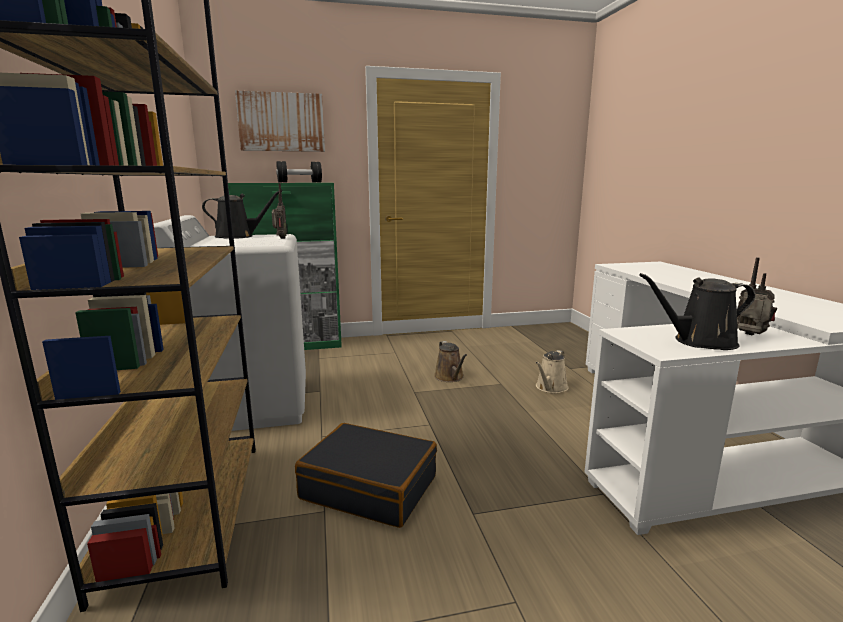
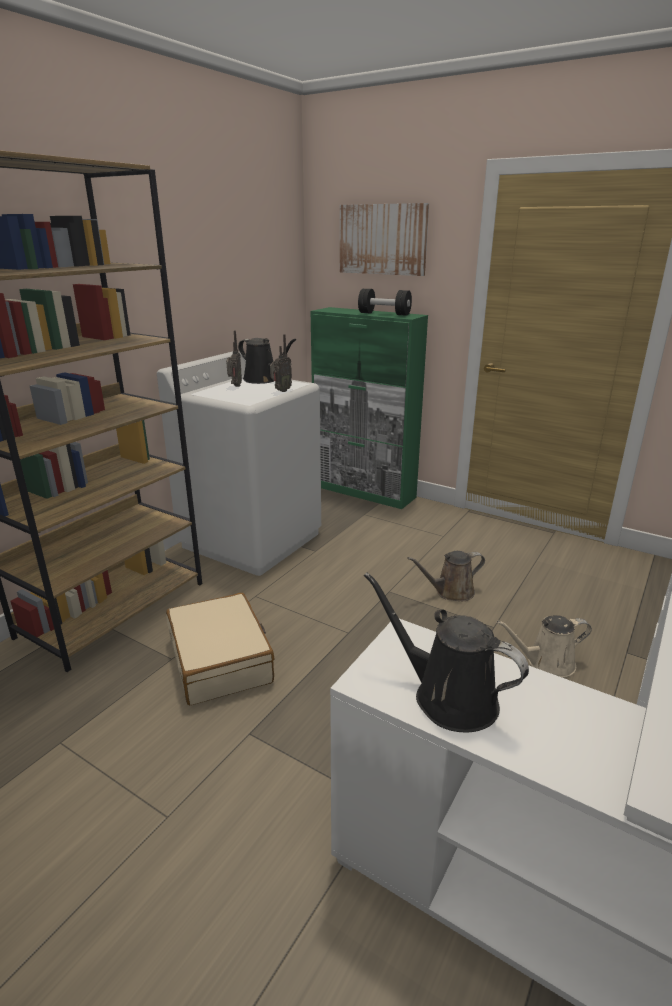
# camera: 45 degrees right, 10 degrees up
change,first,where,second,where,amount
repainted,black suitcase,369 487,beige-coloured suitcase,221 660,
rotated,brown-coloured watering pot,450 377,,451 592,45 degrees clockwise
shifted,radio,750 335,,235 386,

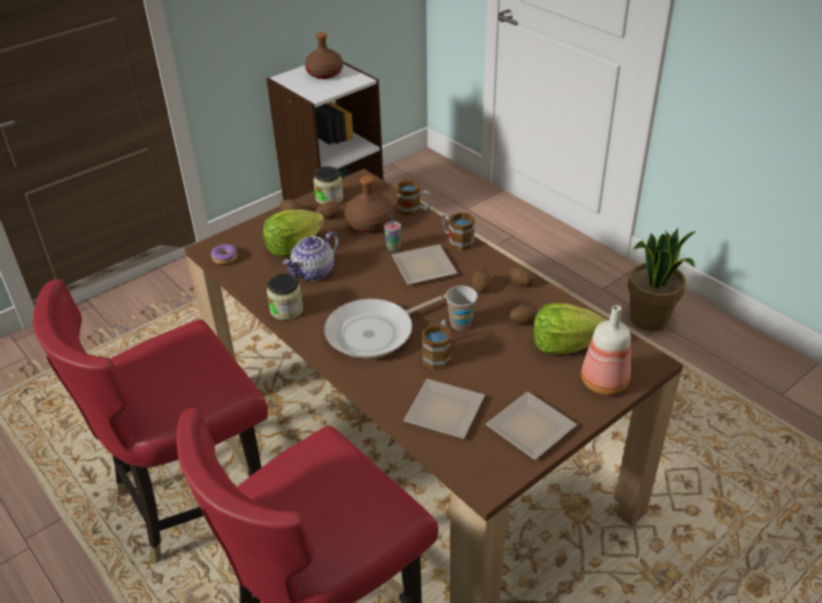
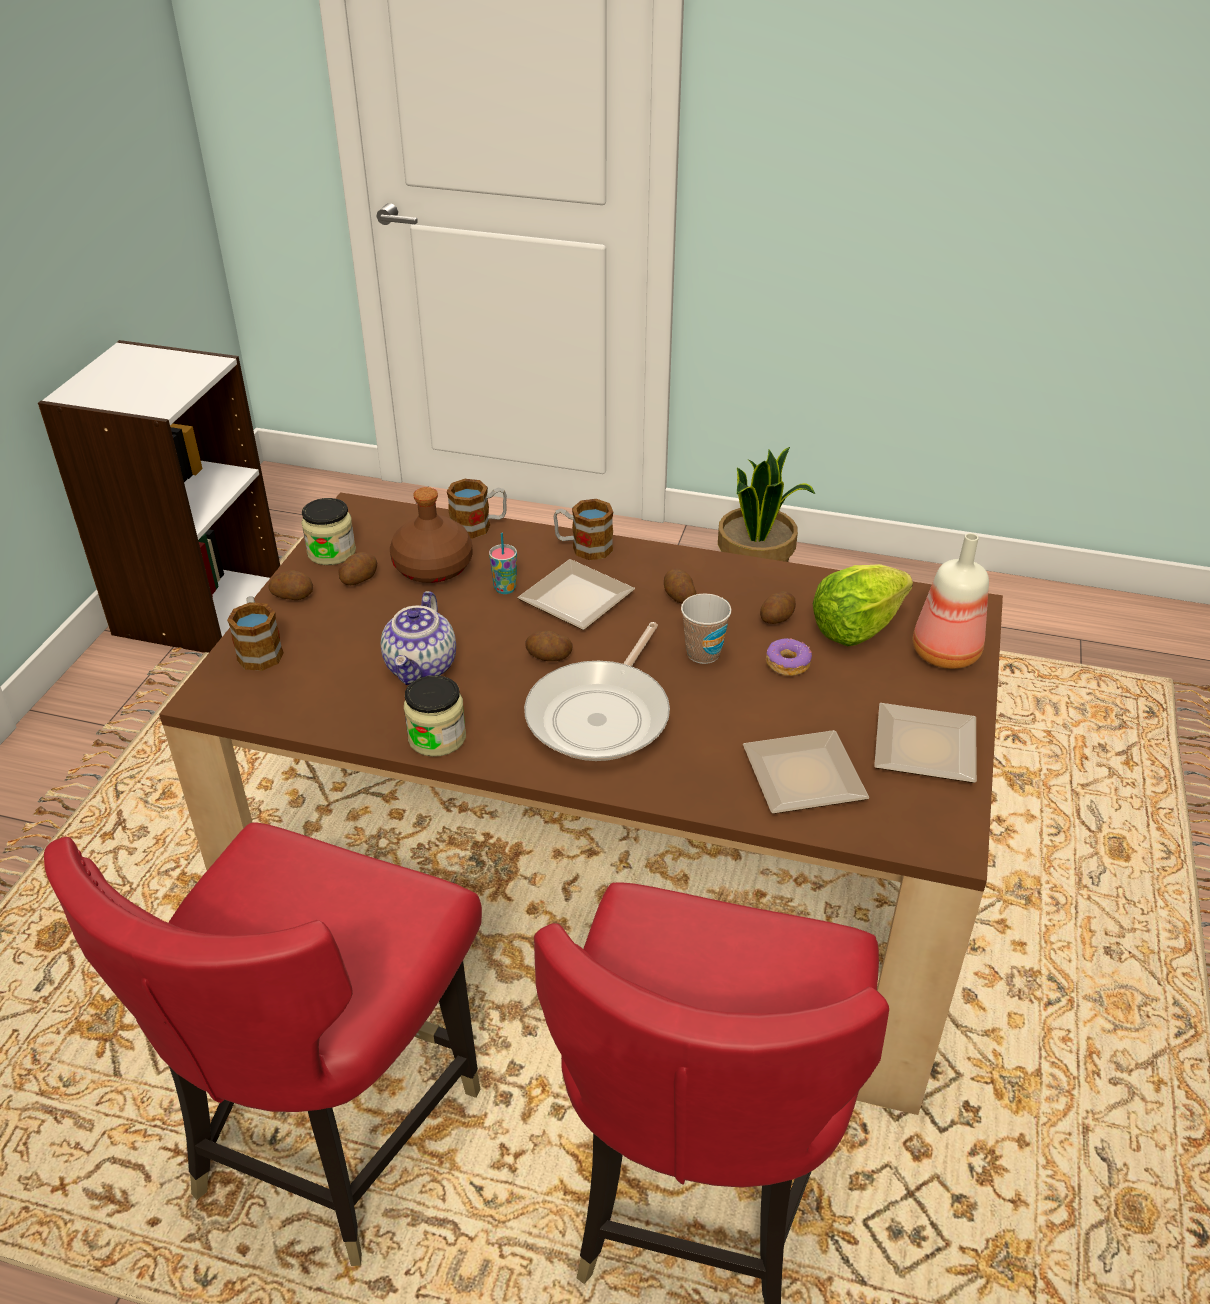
# camera: 35 degrees left, 0 degrees up
change,first,where,second,where,amount
shifted,donut,225 258,,787 663,
gone,lettuce head,293 247,,,
gone,brown-coloured beverage bottle,325 73,,,
shifted,mug,439 355,,259 650,
shifted,spud,520 283,,548 657,

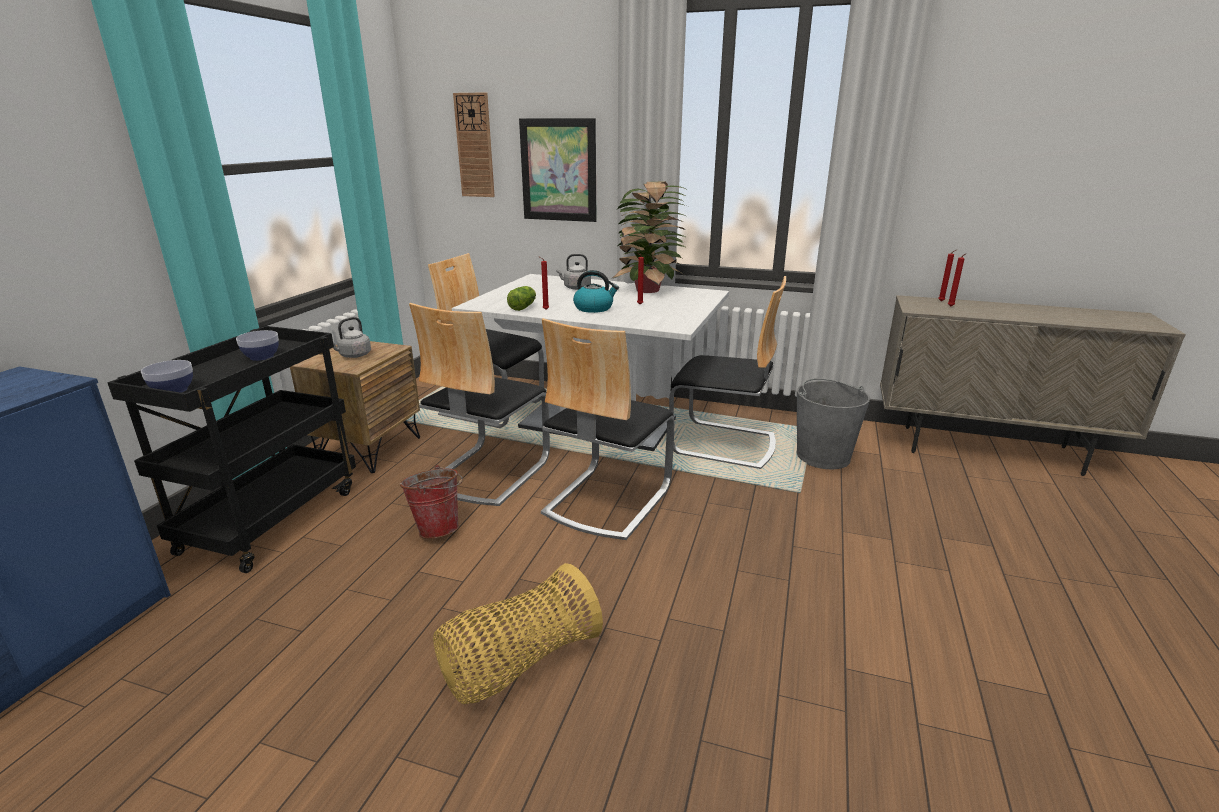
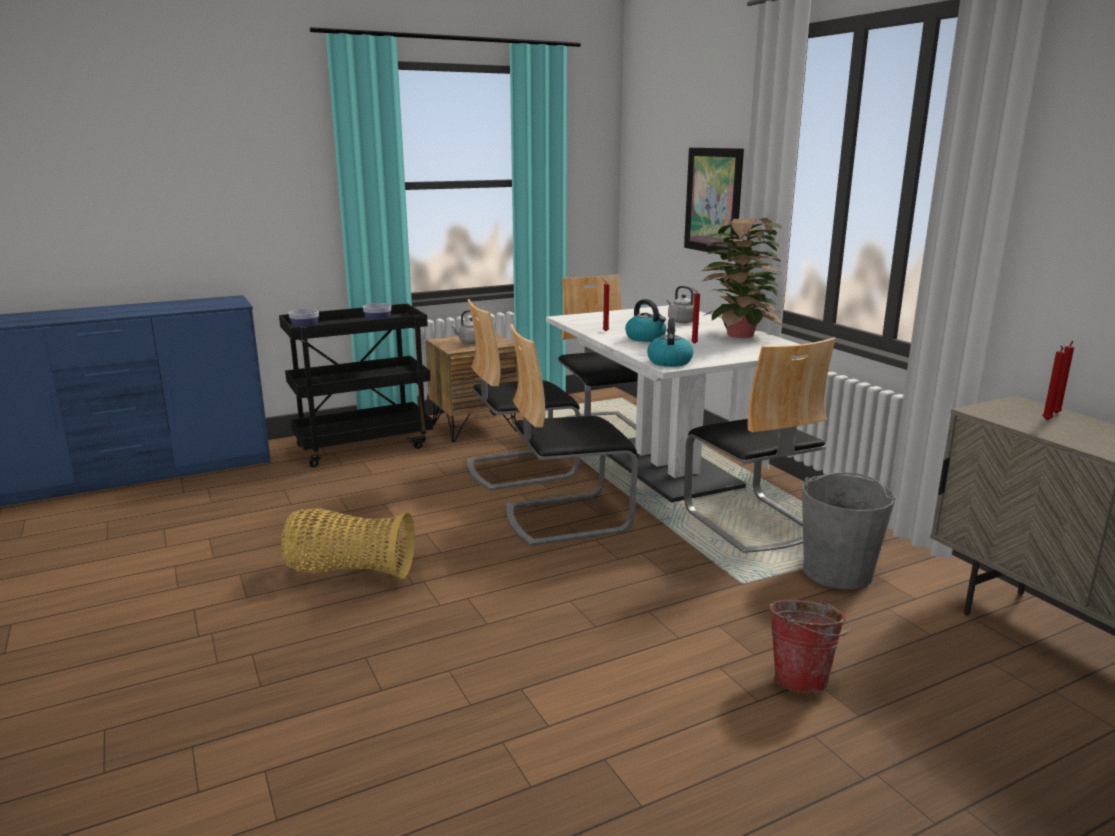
# camera: 45 degrees right, 5 degrees down
change,first,where,second,where,amount
shifted,pail,438 528,,802 679,
gone,wall clock,475 146,,,
gone,lettuce head,524 307,,,
new,,,tea kettle,669 361,

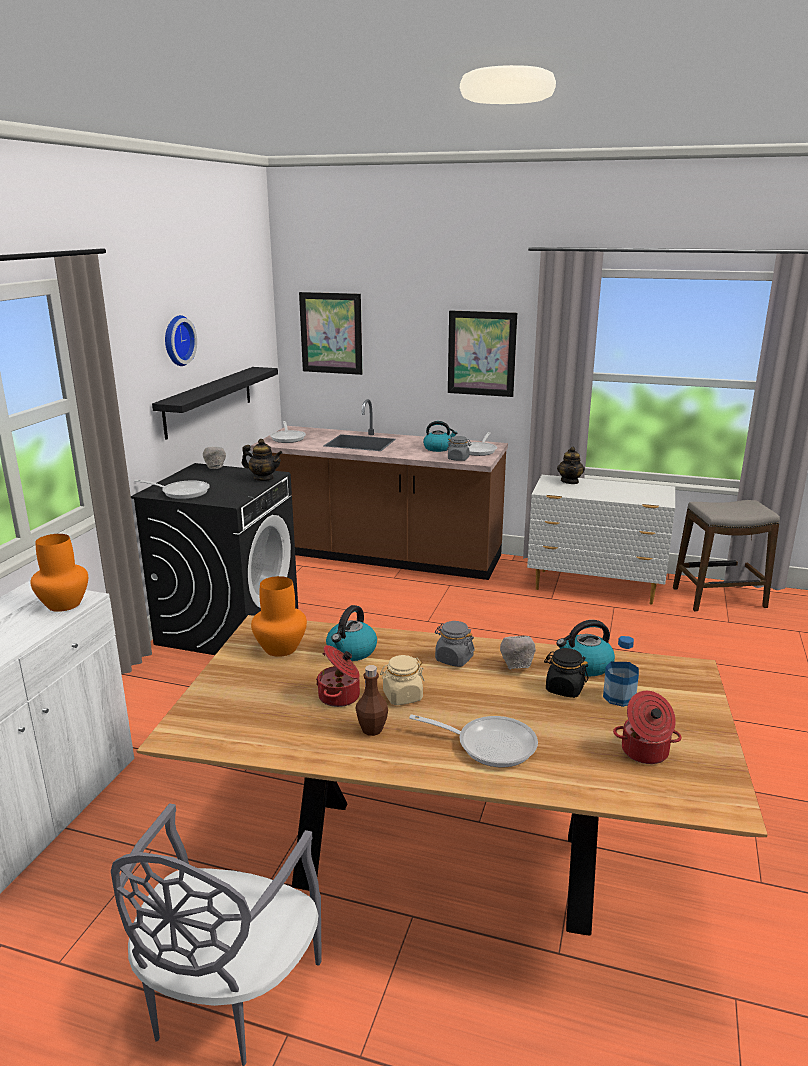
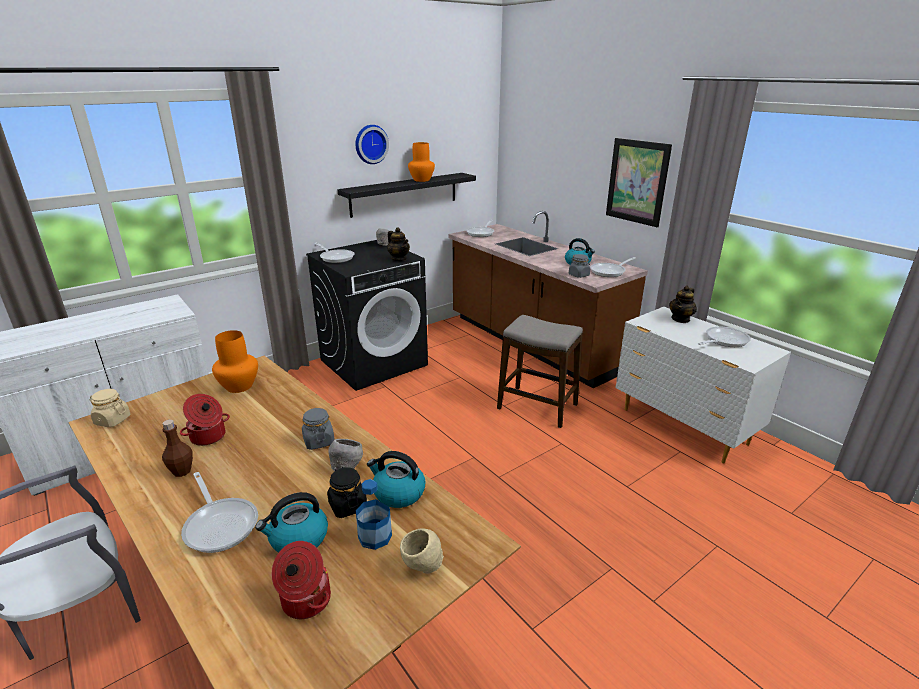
# camera: 35 degrees right, 5 degrees up
change,first,where,second,where,amount
shifted,orangey vase,64 604,,422 180,
gone,picture,331 333,,,
shifted,tea kettle,351 651,,298 539,
shifted,beige-coloured storage jar,402 696,,112 420,
shifted,stool,718 598,,537 406,
new,,,beige-coloured serving bowl,423 567,
new,,,skillet,723 340,

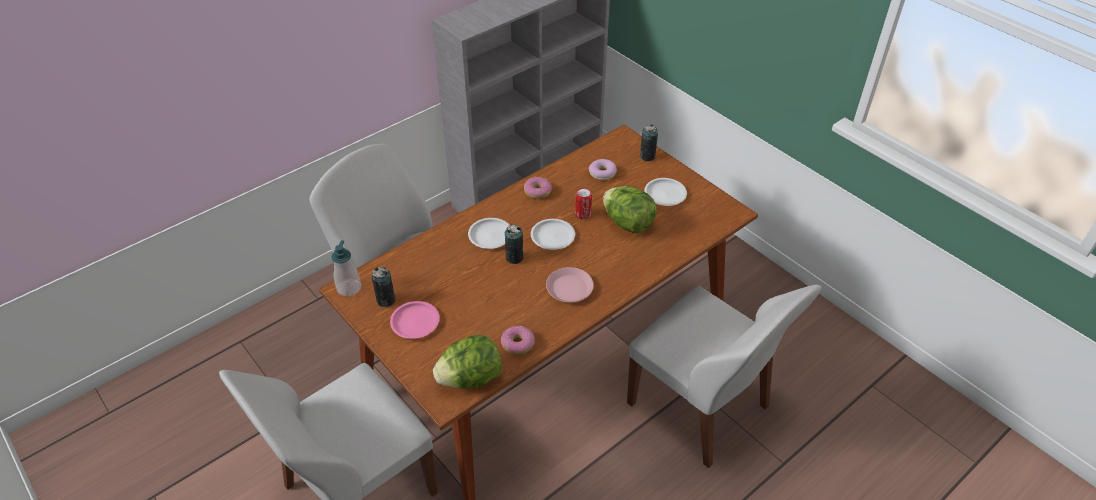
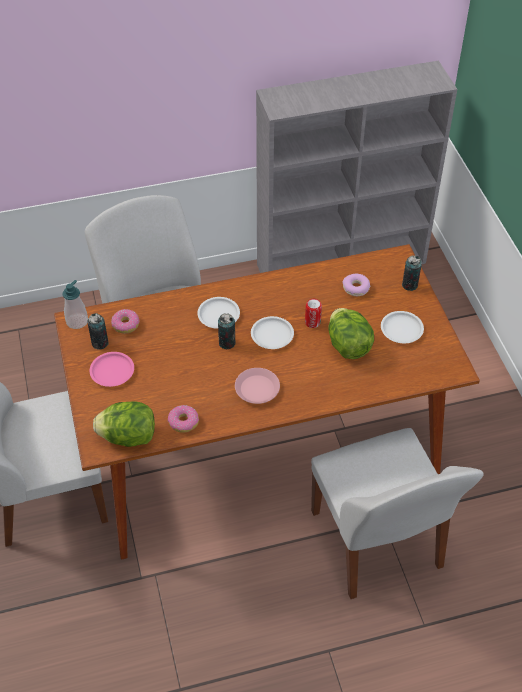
# camera: 25 degrees right, 5 degrees up
change,first,where,second,where,amount
shifted,donut,538 192,,126 325,

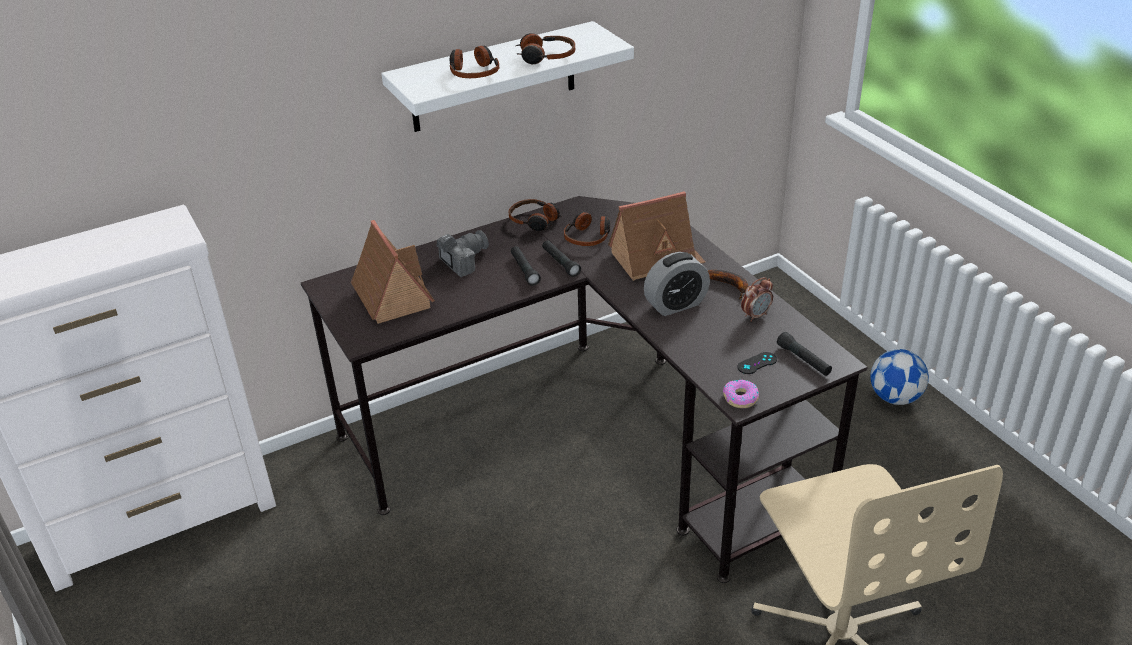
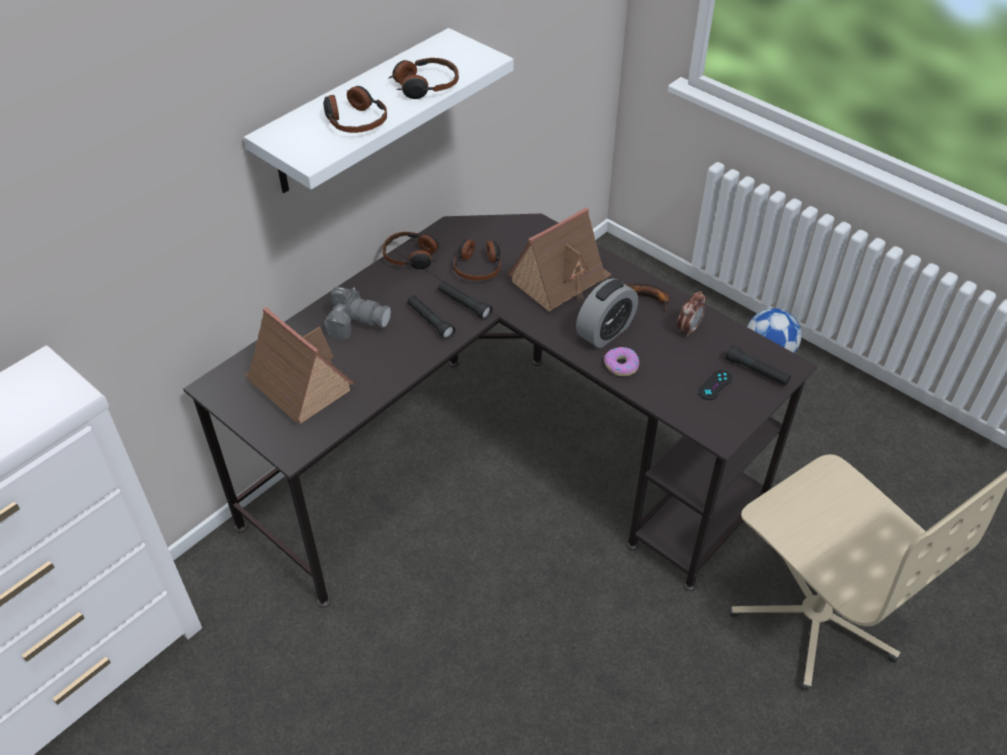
# camera: 20 degrees left, 10 degrees up
change,first,where,second,where,amount
rotated,photo camera,462 260,,356 322,75 degrees clockwise
shifted,donut,740 398,,621 365,

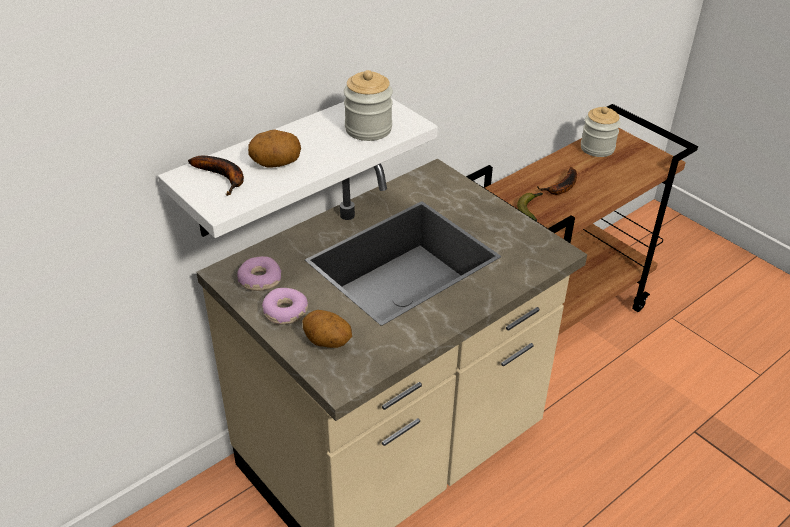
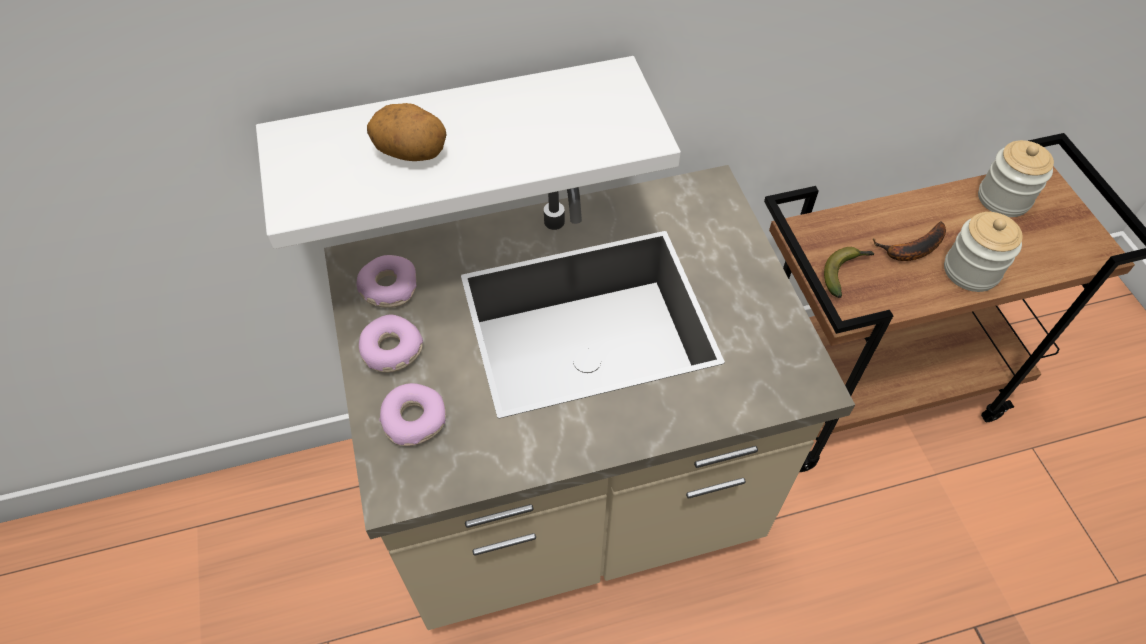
# camera: 25 degrees right, 15 degrees up
change,first,where,second,where,amount
gone,banana,223 177,,,
swapped,spud,327 343,donut,414 419,
shifted,storage jar,368 129,,971 271,

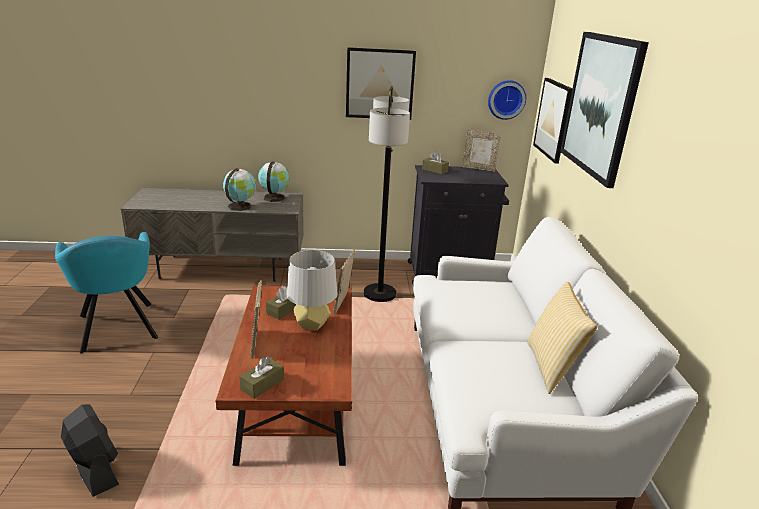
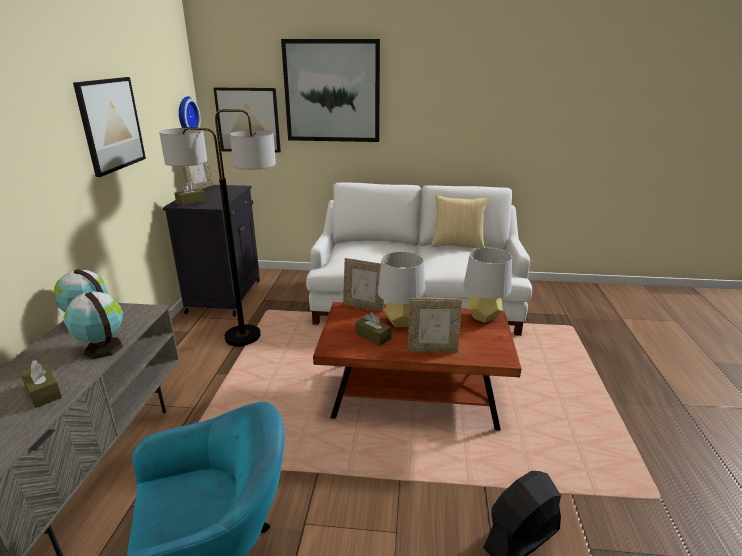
# camera: 80 degrees left, 0 degrees up
change,first,where,second,where,amount
shifted,brown-coloured tissue box,262 384,,43 392,
new,,,gray table lamp,483 317,

